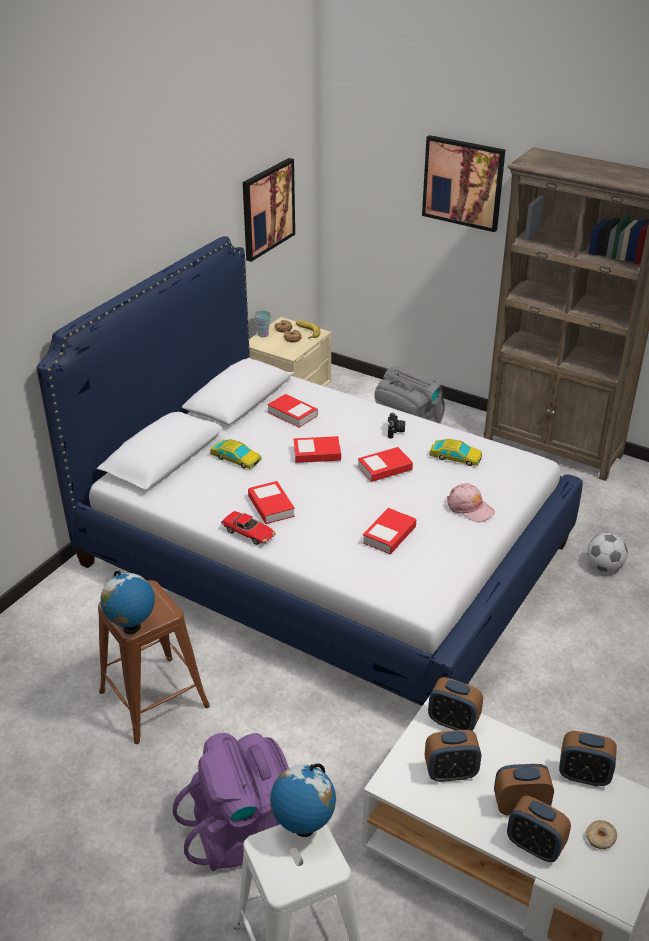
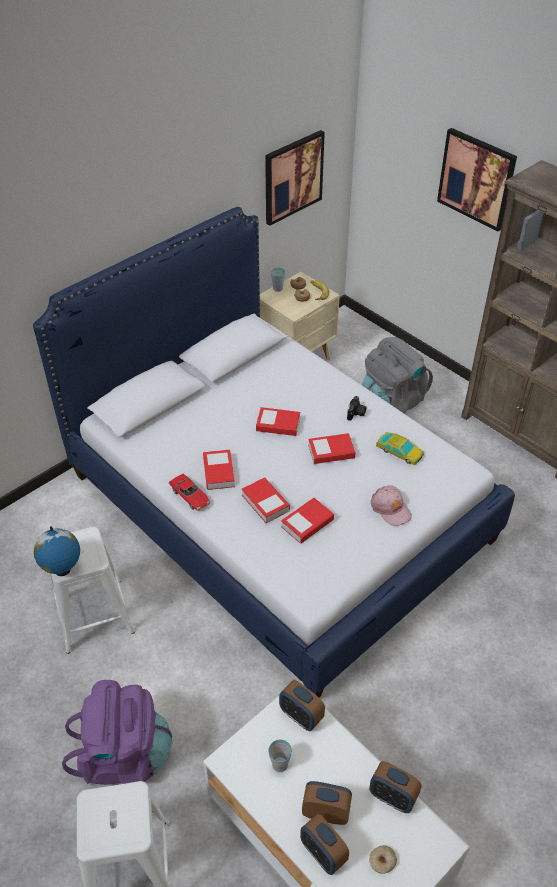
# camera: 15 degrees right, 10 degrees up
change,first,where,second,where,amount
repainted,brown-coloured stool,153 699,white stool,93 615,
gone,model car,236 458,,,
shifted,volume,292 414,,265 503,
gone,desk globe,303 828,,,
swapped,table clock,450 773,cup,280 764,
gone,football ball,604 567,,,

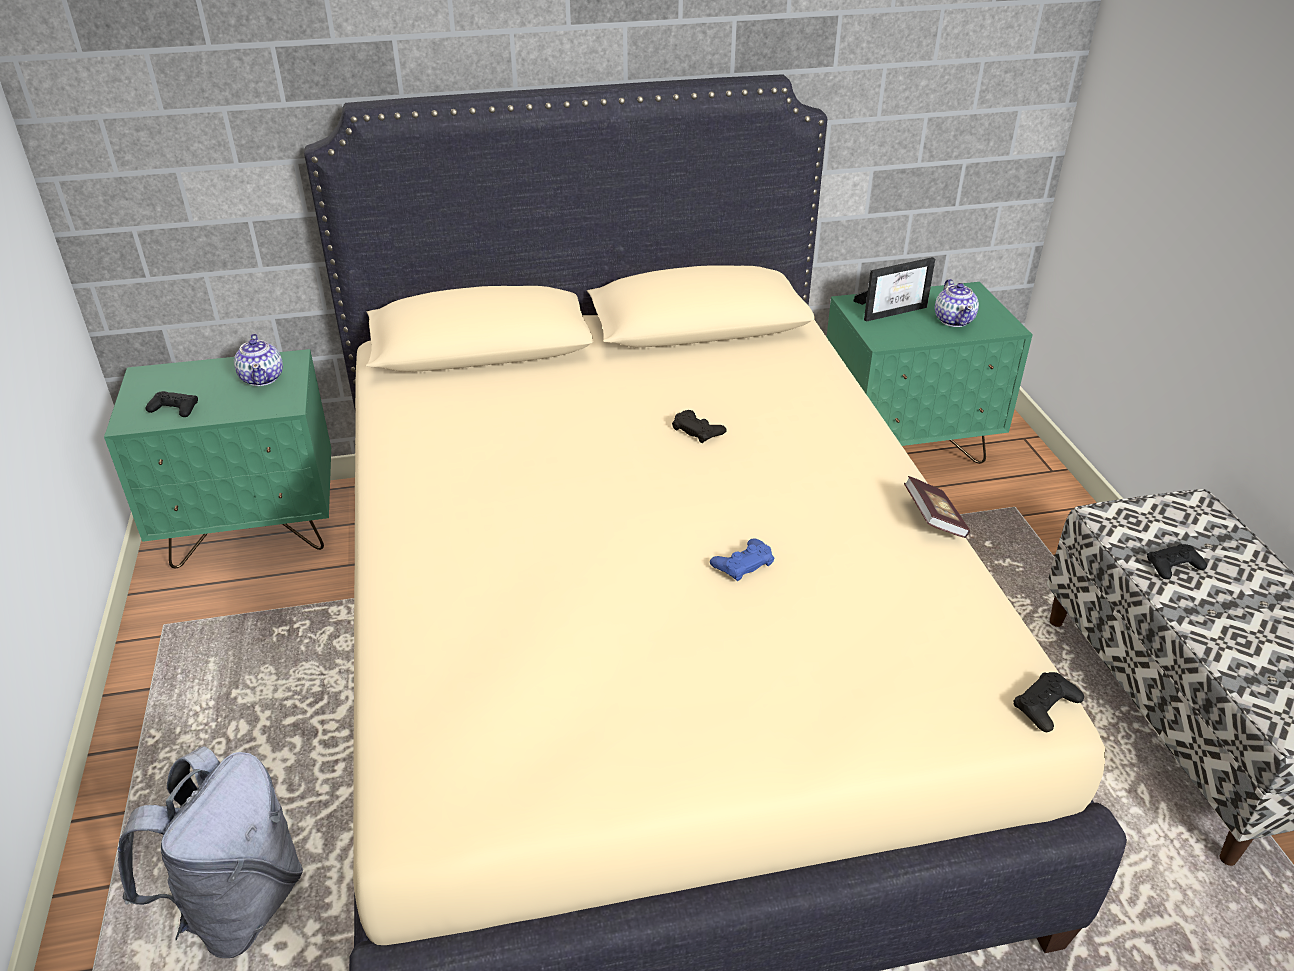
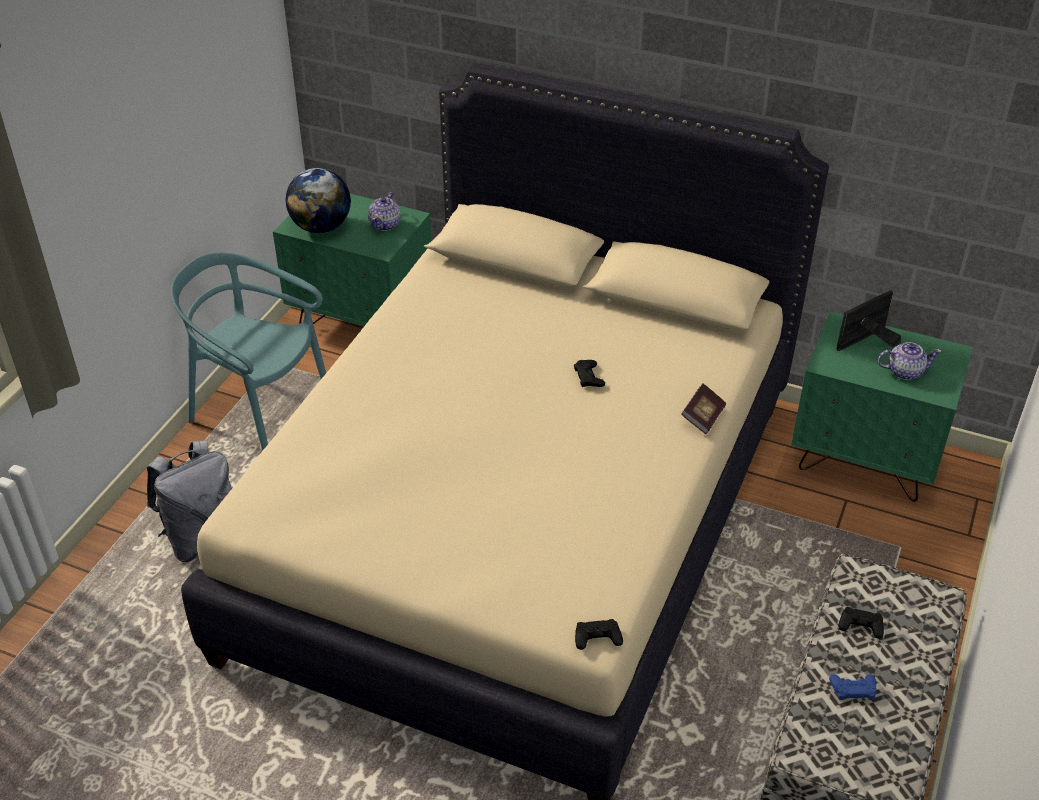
# camera: 35 degrees right, 5 degrees up
change,first,where,second,where,amount
swapped,black gamepad,174 408,desk globe,321 227,
shifted,blue-coloured gamepad,743 564,,853 689,
rotated,picture frame,892 310,,864 343,135 degrees clockwise
shifted,volume,933 520,,703 417,
rotated,teapot,954 320,,904 371,120 degrees counterclockwise
new,,,turquoise plain chair,260 413,

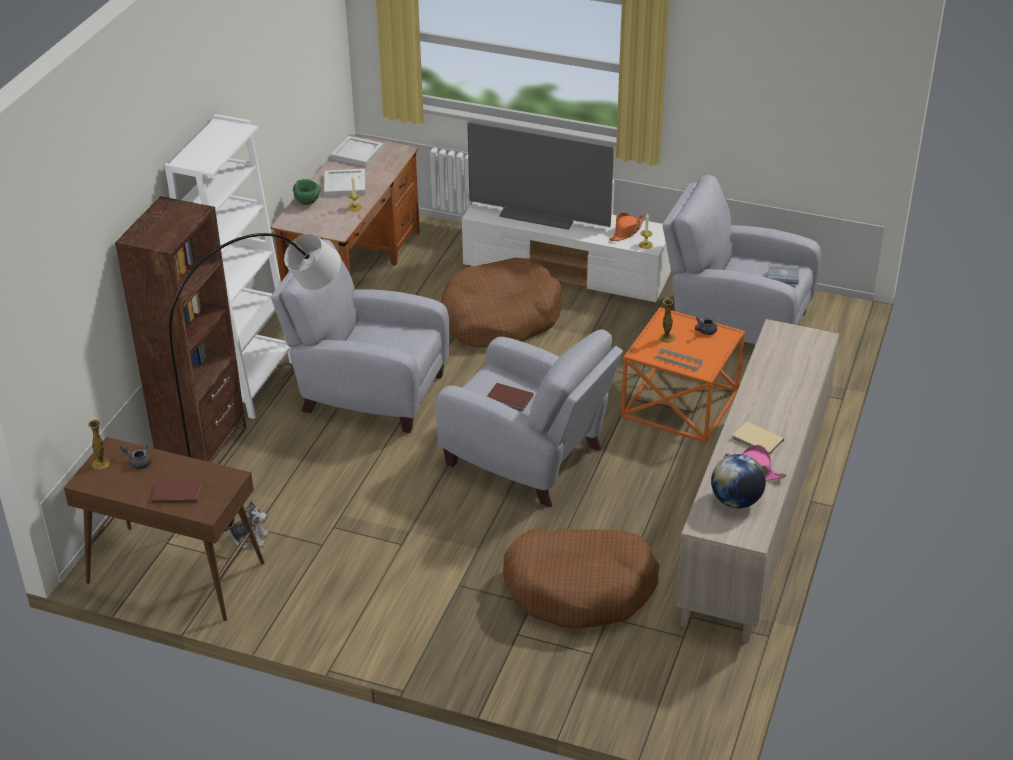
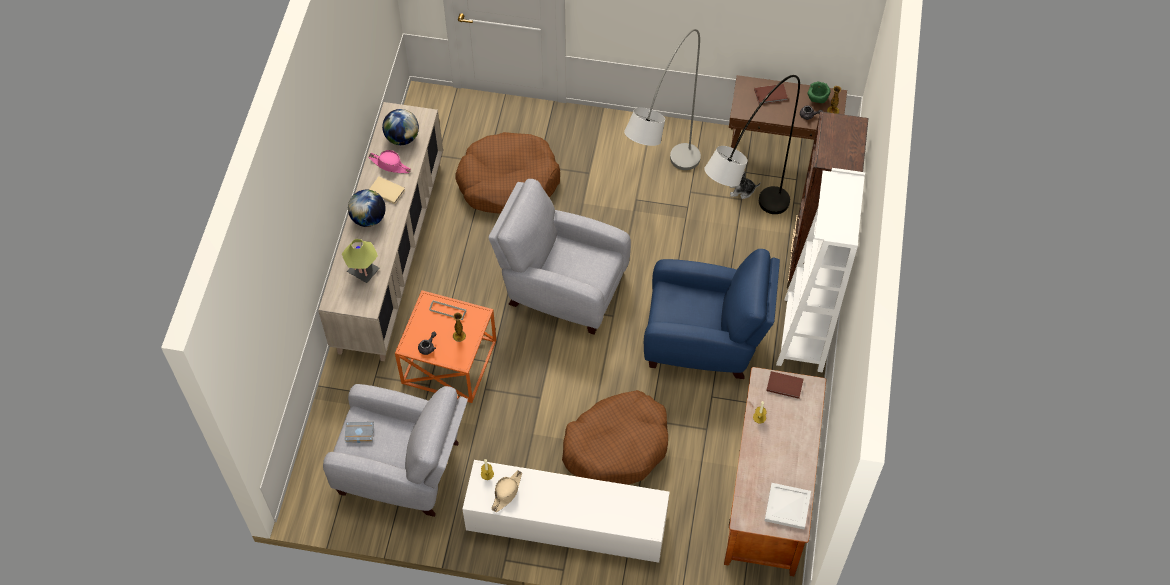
# camera: 170 degrees right, 20 degrees up
change,first,where,second,where,amount
repainted,gray armchair,368 391,blue-coloured armchair,705 340,
shifted,greenish serving bowl,307 202,,817 99,
gone,white tray,345 184,,,
gone,television,540 214,,,
shifted,brown-coloured volume,509 399,,784 385,
repainted,orangey hat,626 231,beige-coloured hat,507 492,
new,,,table lamp,363 271,
new,,,desk globe,368 218,
new,,,gray standing lamp,660 200,

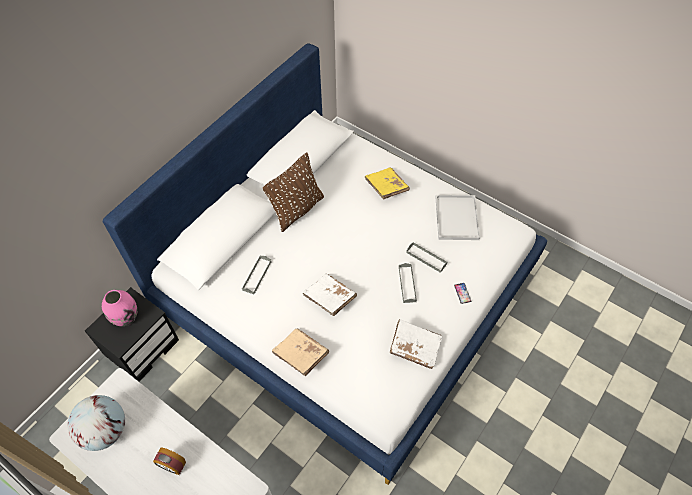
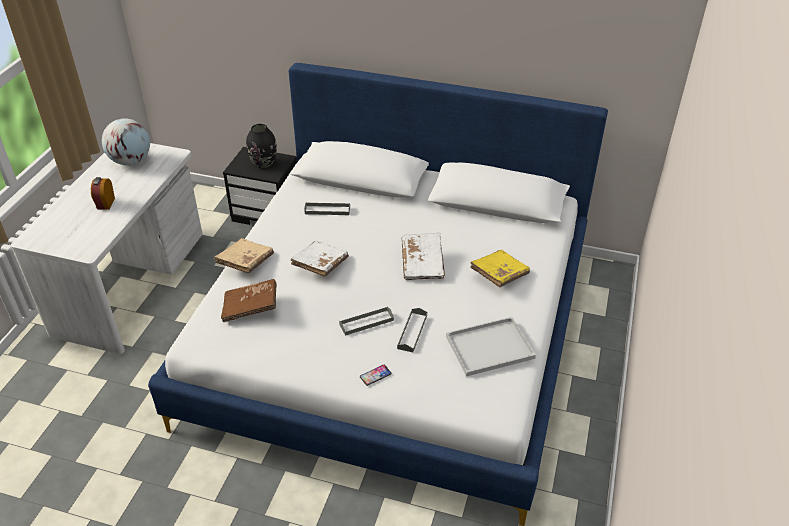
# camera: 70 degrees right, 15 degrees down
change,first,where,second,where,amount
repainted,pink-coloured vase,126 317,black vase,264 163,
gone,brown-coloured pillow,297 209,,,
shifted,white volume,415 347,,422 263,
new,,,brown-coloured volume,251 307,

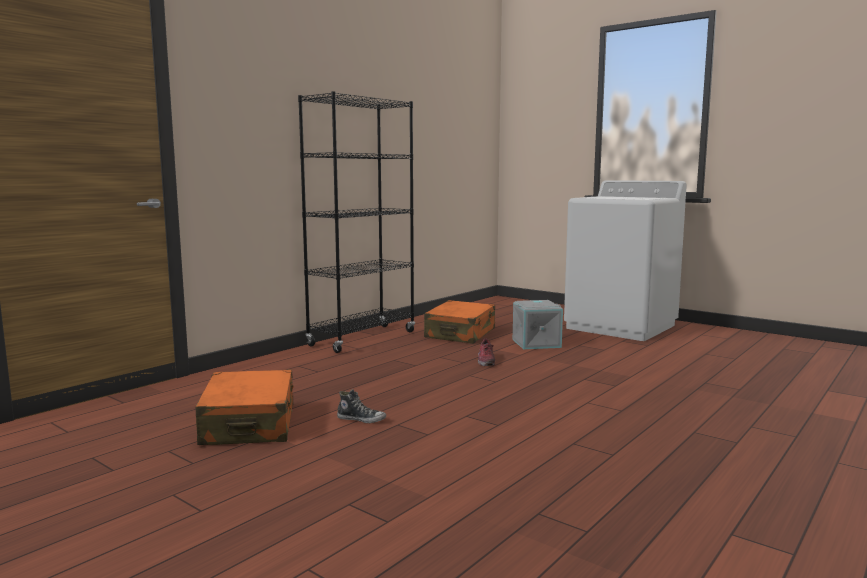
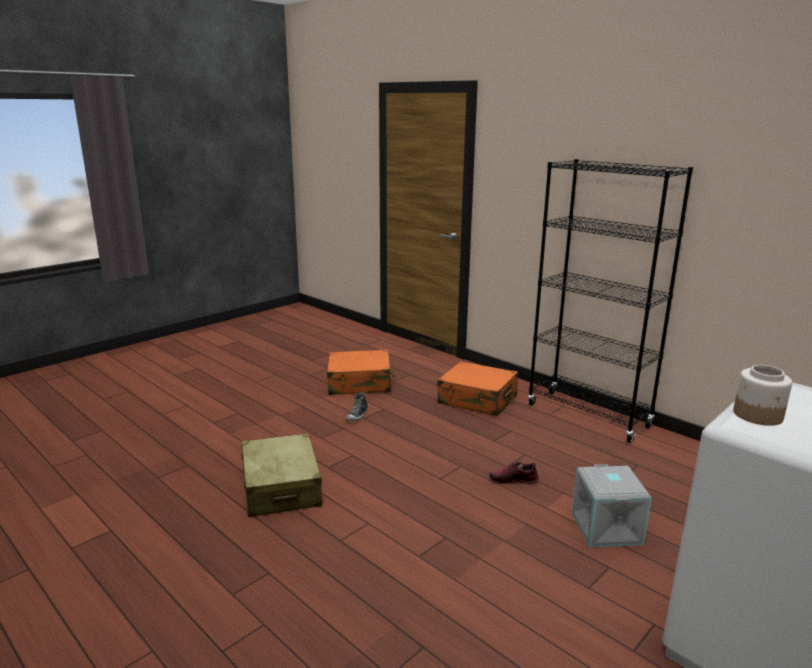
# camera: 95 degrees right, 10 degrees up
change,first,where,second,where,amount
shifted,orangey suitcase,460 334,,477 400,
new,,,beige-coloured suitcase,281 488,
new,,,storage jar,758 415,

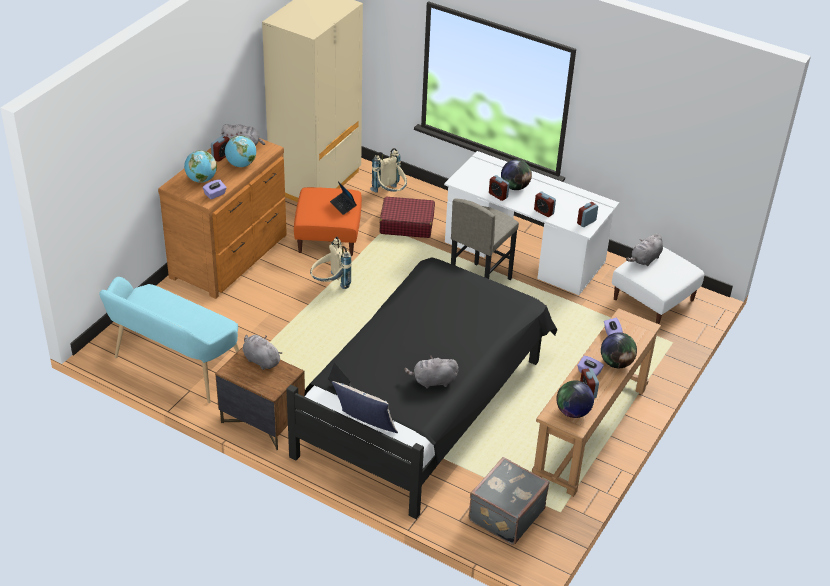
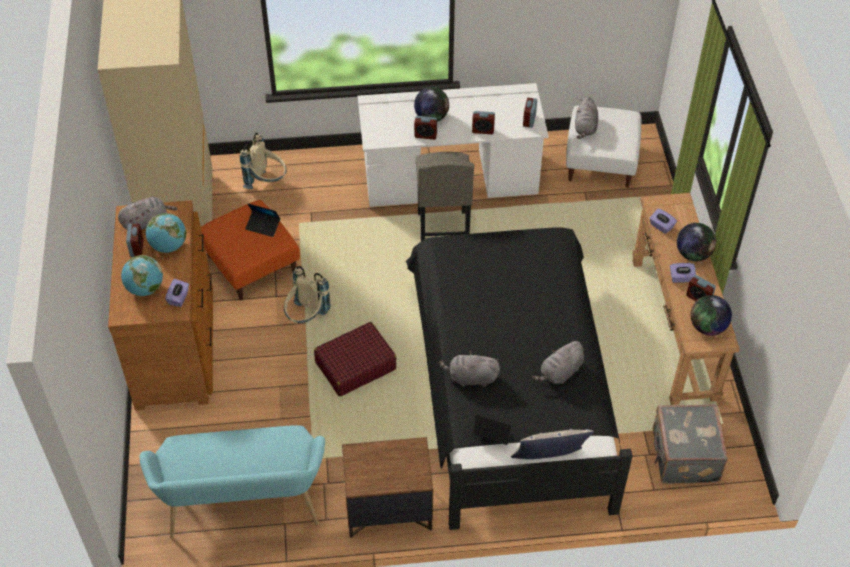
# camera: 35 degrees left, 10 degrees up
change,first,where,second,where,amount
shifted,gray cuddly toy,260 360,,471 378,
shifted,reddish suitcase,406 224,,355 366,

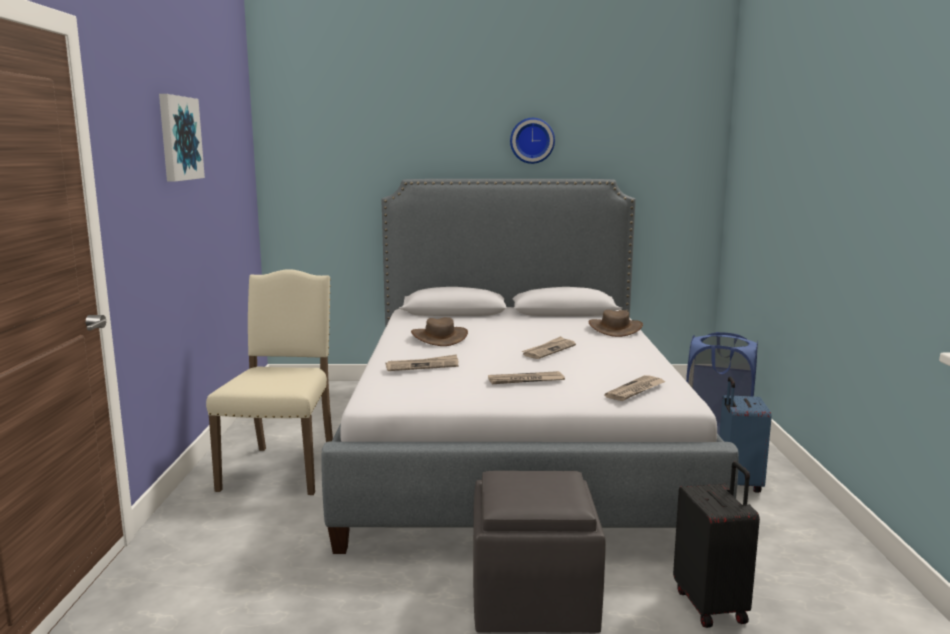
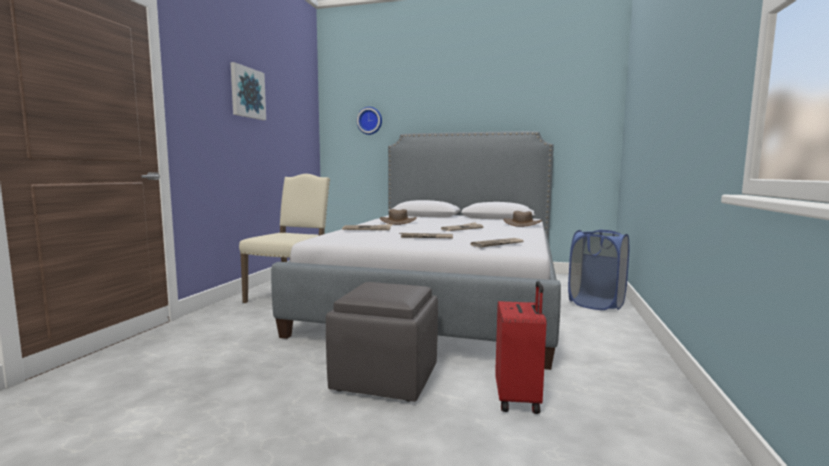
# camera: 15 degrees right, 5 degrees down
change,first,where,second,where,amount
shifted,wall clock,532 140,,370 121,
repainted,black suitcase,712 605,reddish suitcase,519 399,
gone,blue-coloured suitcase,737 483,,,

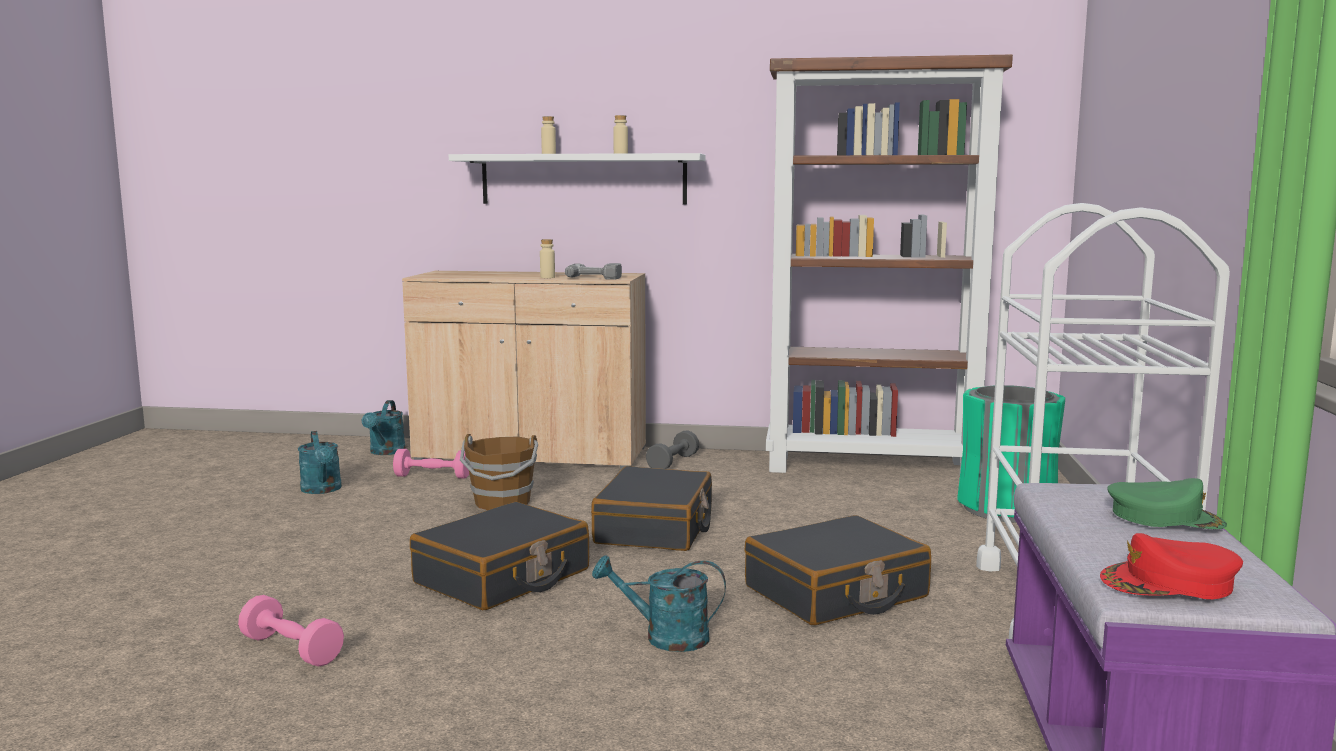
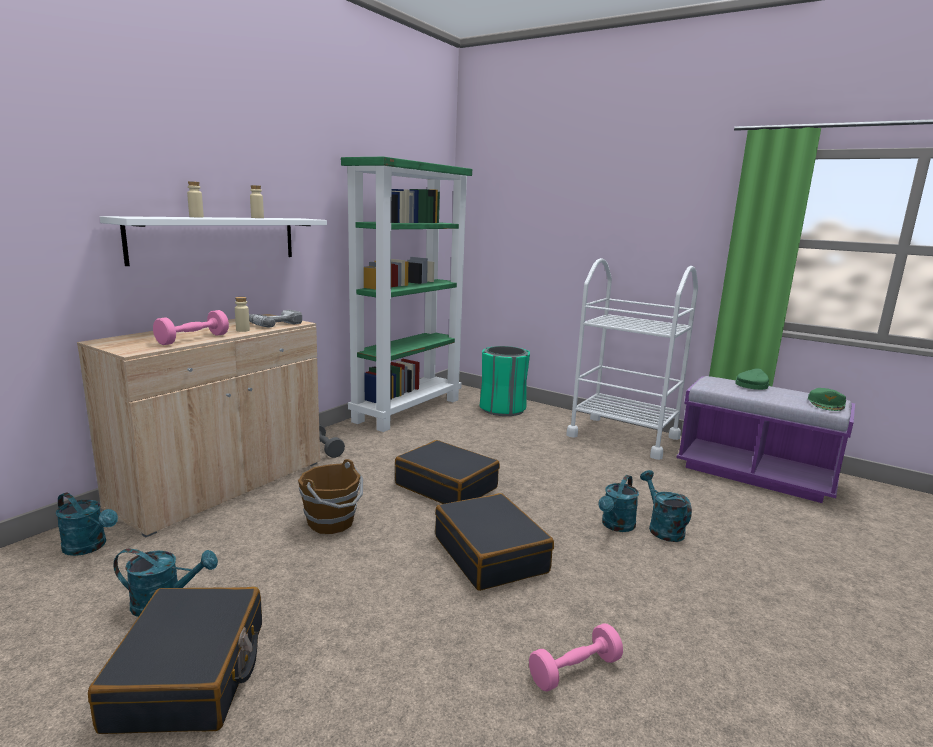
# camera: 65 degrees left, 5 degrees up
change,first,where,second,where,amount
shifted,pink-coloured dumbbell,432 476,,193 339,
shifted,black suitcase,836 593,,190 675,
repainted,brown-coloured bookcase,872 466,greenish bookcase,408 410,
repainted,reddish peaked cap,1169 583,greenish peaked cap,826 404,
new,,,turquoise watering pot,662 528,

